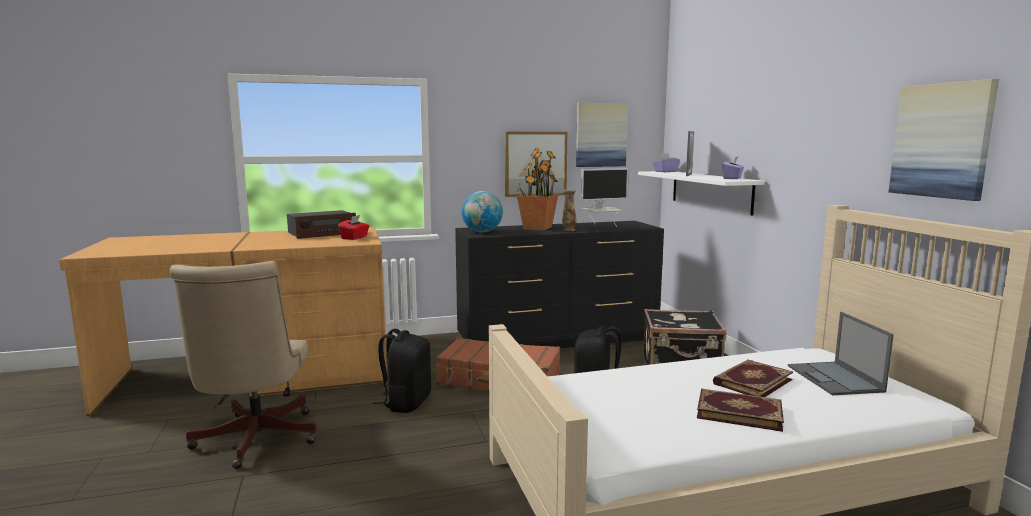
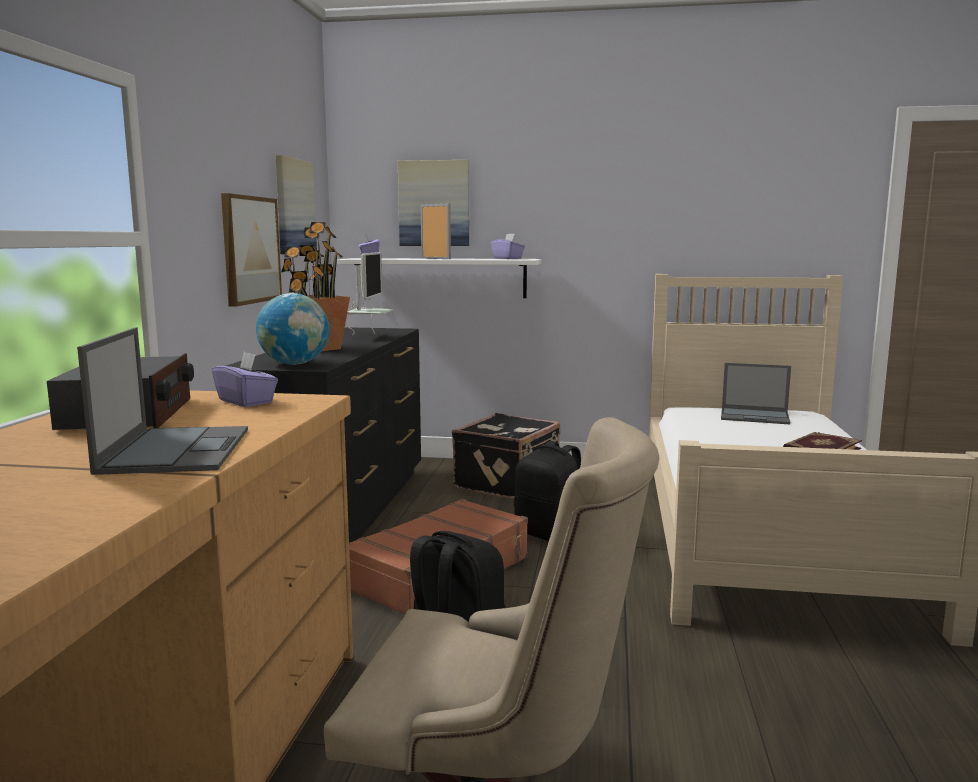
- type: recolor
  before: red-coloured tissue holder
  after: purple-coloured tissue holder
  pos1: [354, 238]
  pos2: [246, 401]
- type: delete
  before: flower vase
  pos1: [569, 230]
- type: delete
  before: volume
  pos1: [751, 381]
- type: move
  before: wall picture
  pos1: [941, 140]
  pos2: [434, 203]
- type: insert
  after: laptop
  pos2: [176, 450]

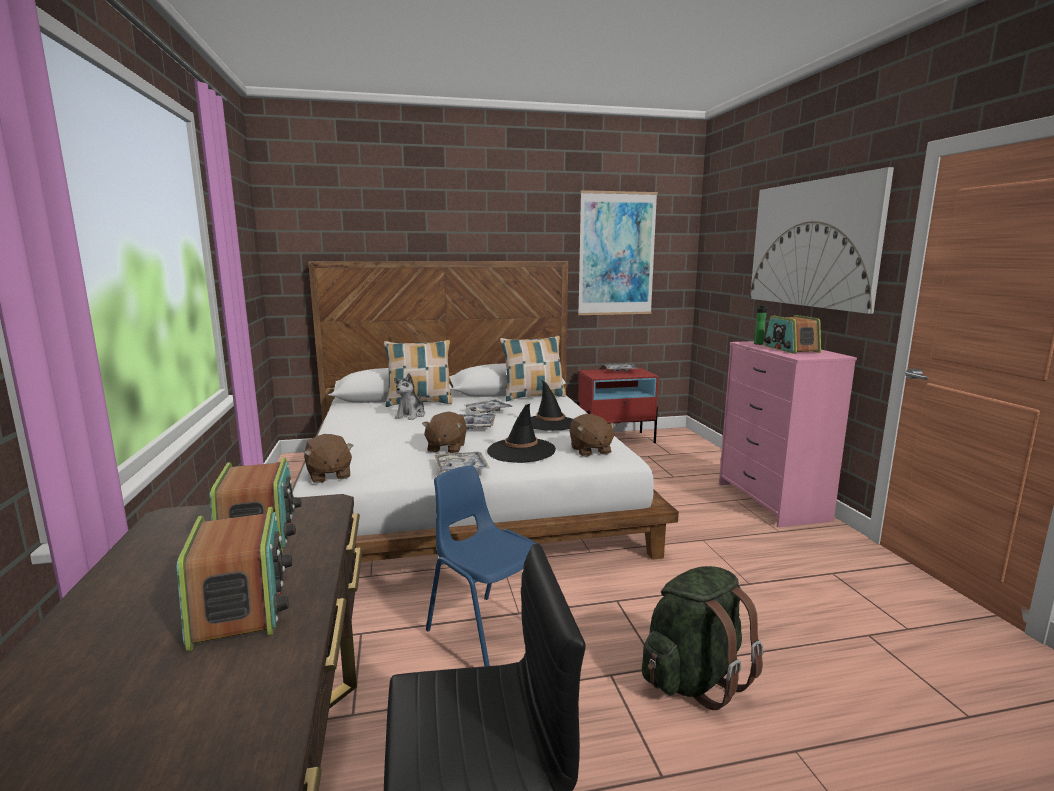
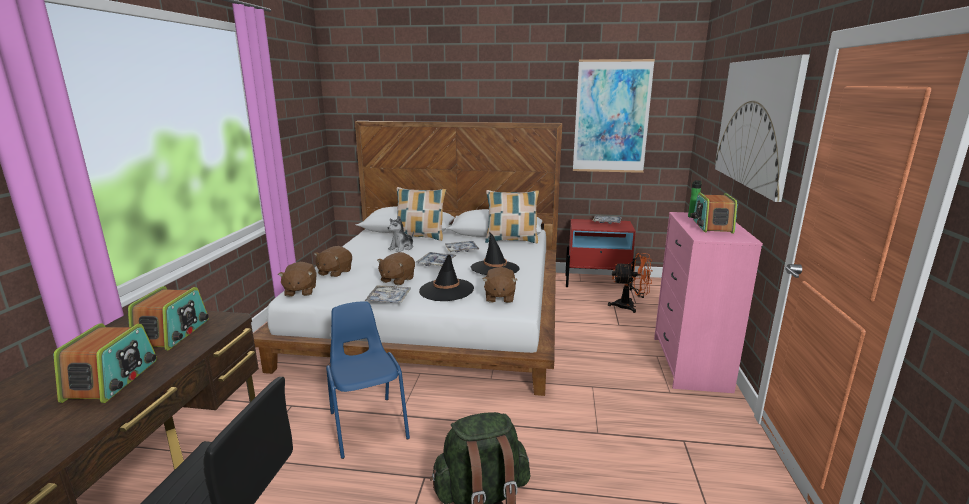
- type: insert
  after: brown cuddly toy
  pos2: [334, 273]
- type: insert
  after: orangey electric fan
  pos2: [630, 306]

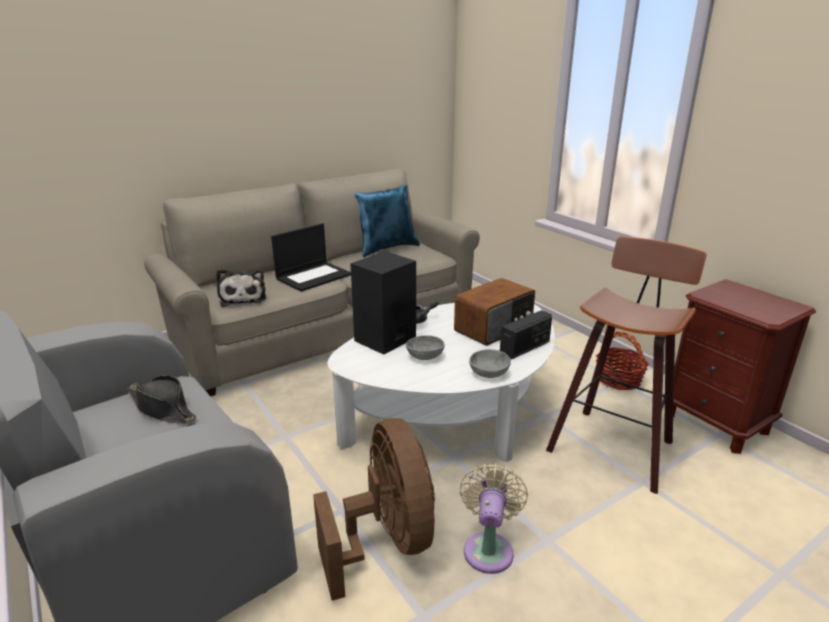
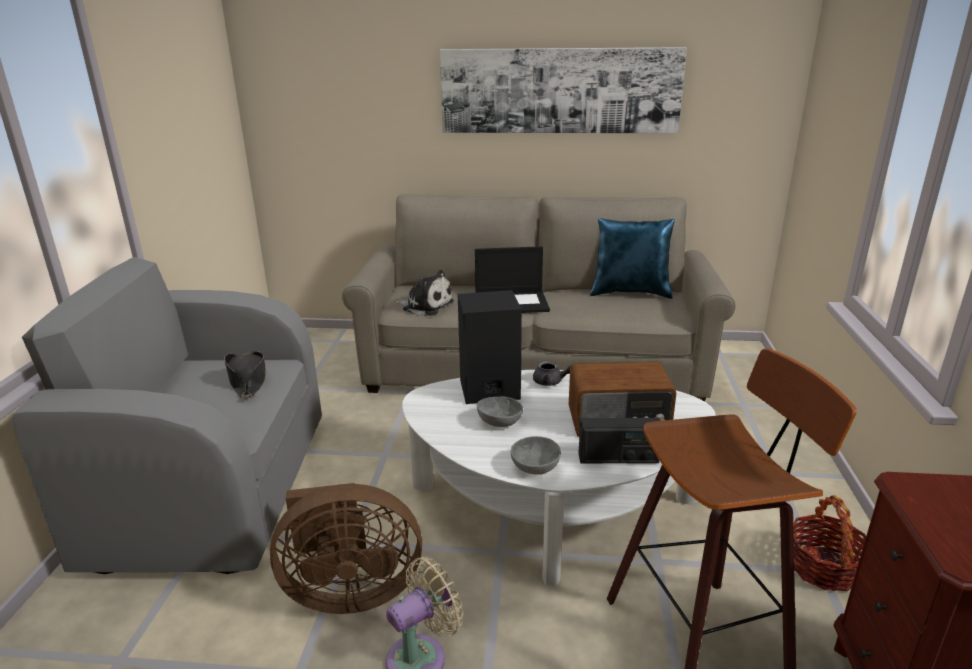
- type: rotate
  before: cuddly toy
  pos1: [243, 298]
  pos2: [425, 306]
  turn: -90
- type: rotate
  before: brown electric fan
  pos1: [386, 541]
  pos2: [349, 591]
  turn: 60
- type: insert
  after: wall picture
  pos2: [559, 91]

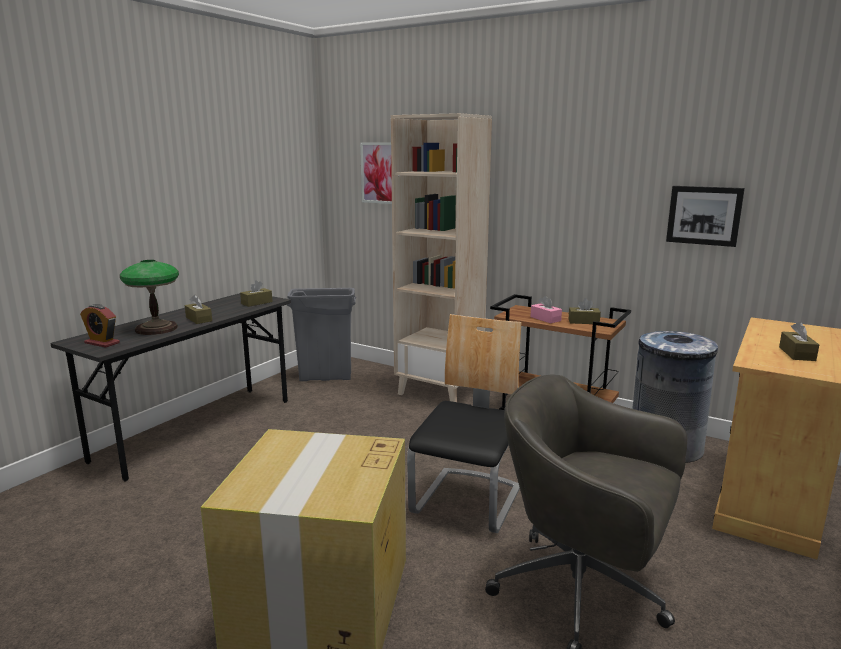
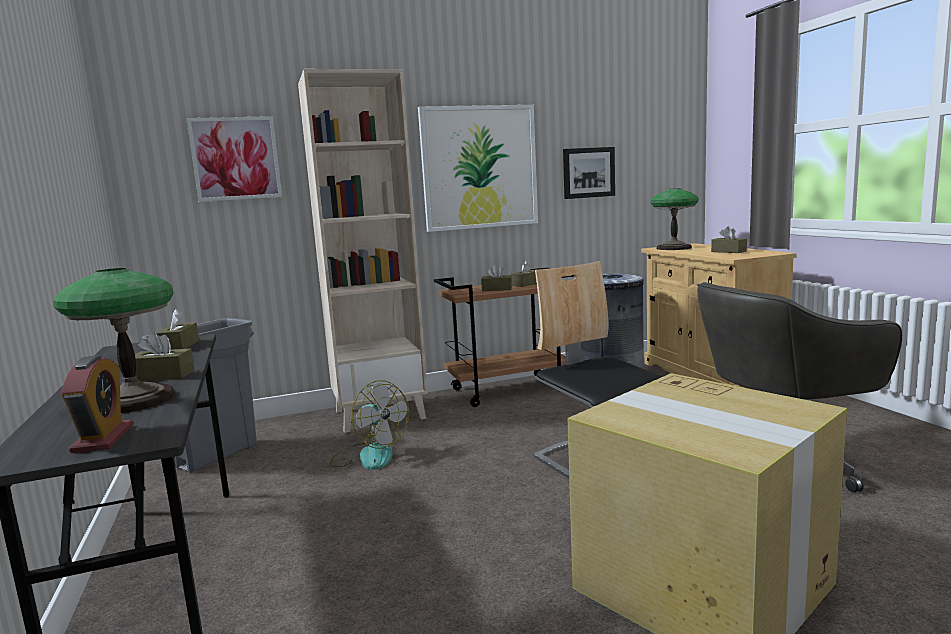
- type: rotate
  before: table clock
  pos1: [102, 343]
  pos2: [103, 438]
  turn: -75
- type: recolor
  before: pinkish tissue holder
  after: brown tissue holder
  pos1: [545, 319]
  pos2: [497, 289]
- type: insert
  after: electric fan
  pos2: [369, 455]
- type: insert
  after: wall picture
  pos2: [479, 167]
- type: insert
  after: table lamp
  pos2: [674, 248]

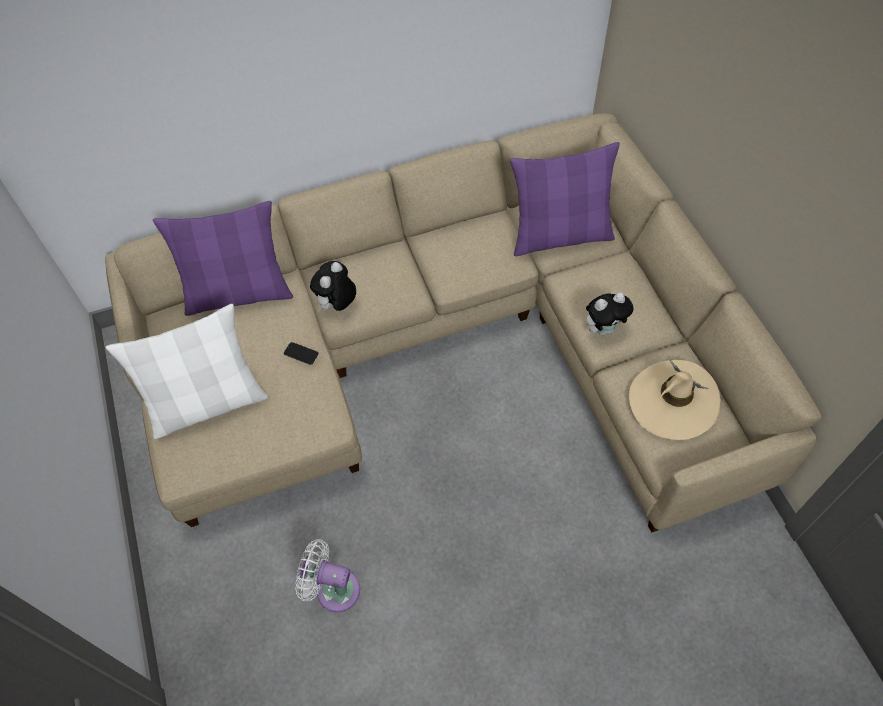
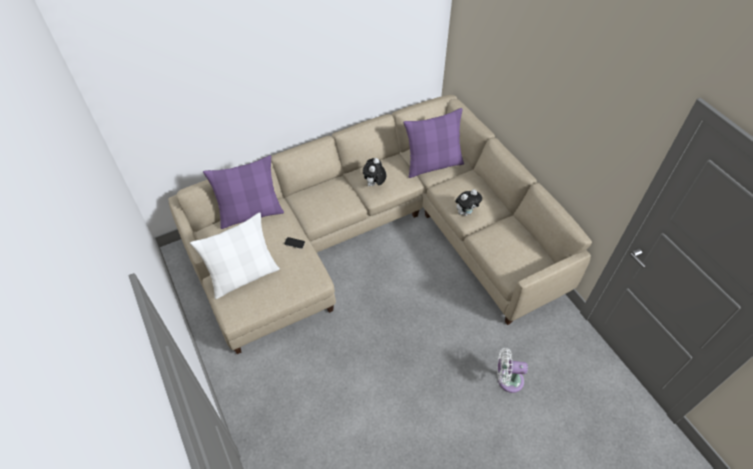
- type: move
  before: white electric fan
  pos1: [333, 589]
  pos2: [507, 380]
- type: move
  before: cuddly toy
  pos1: [337, 305]
  pos2: [374, 184]
- type: delete
  before: beige-coloured wearable hat
  pos1: [672, 401]

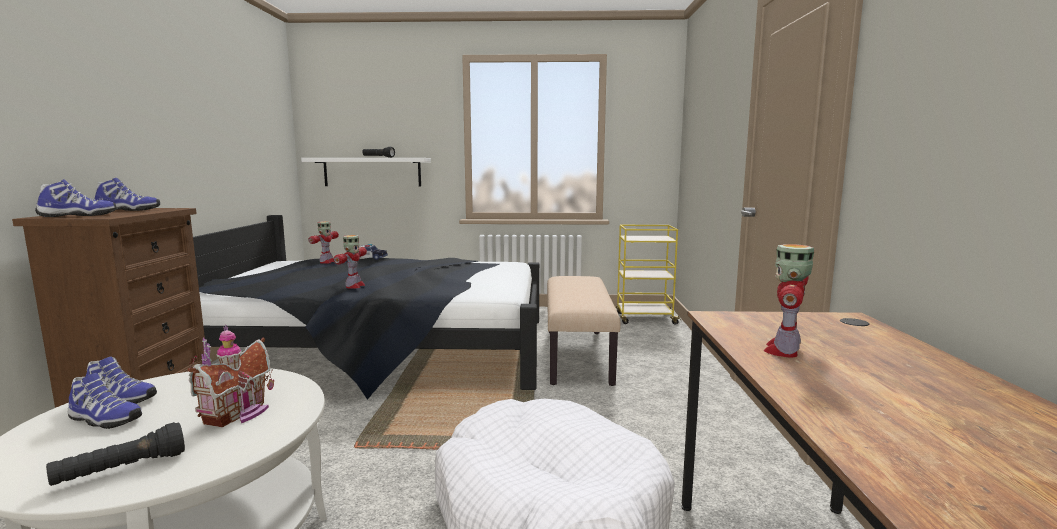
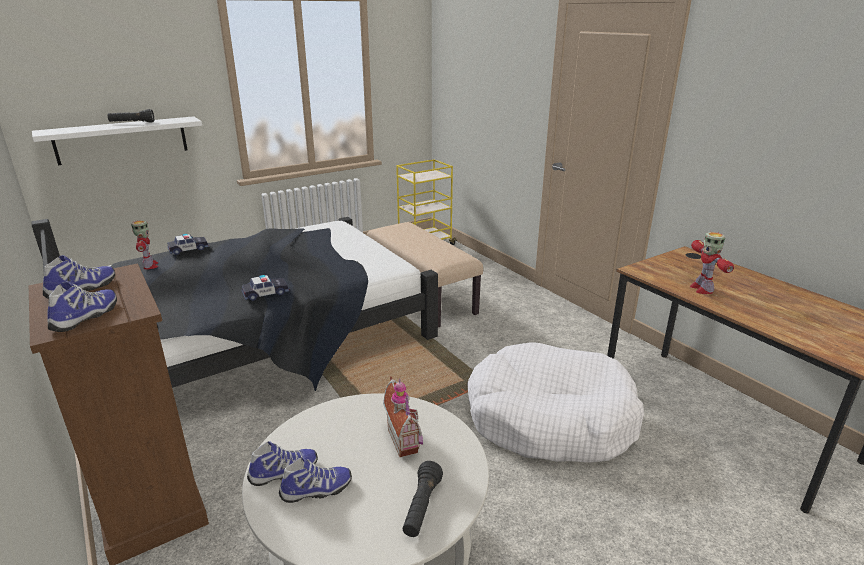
- type: replace
  before: robot figure
  after: miniature car
  pos1: [354, 286]
  pos2: [265, 293]

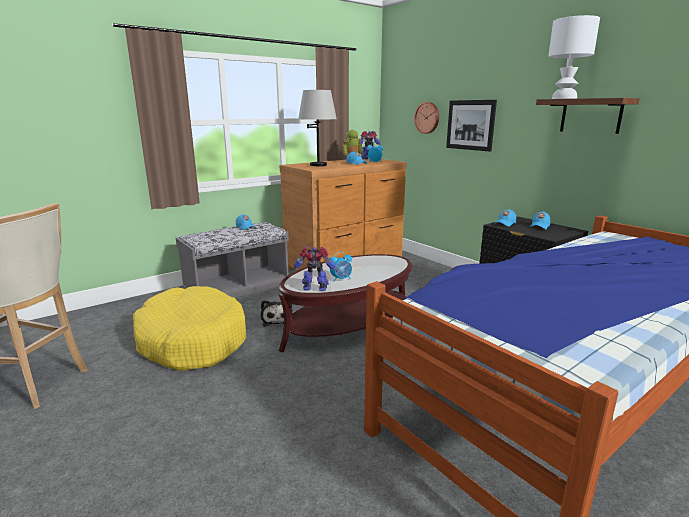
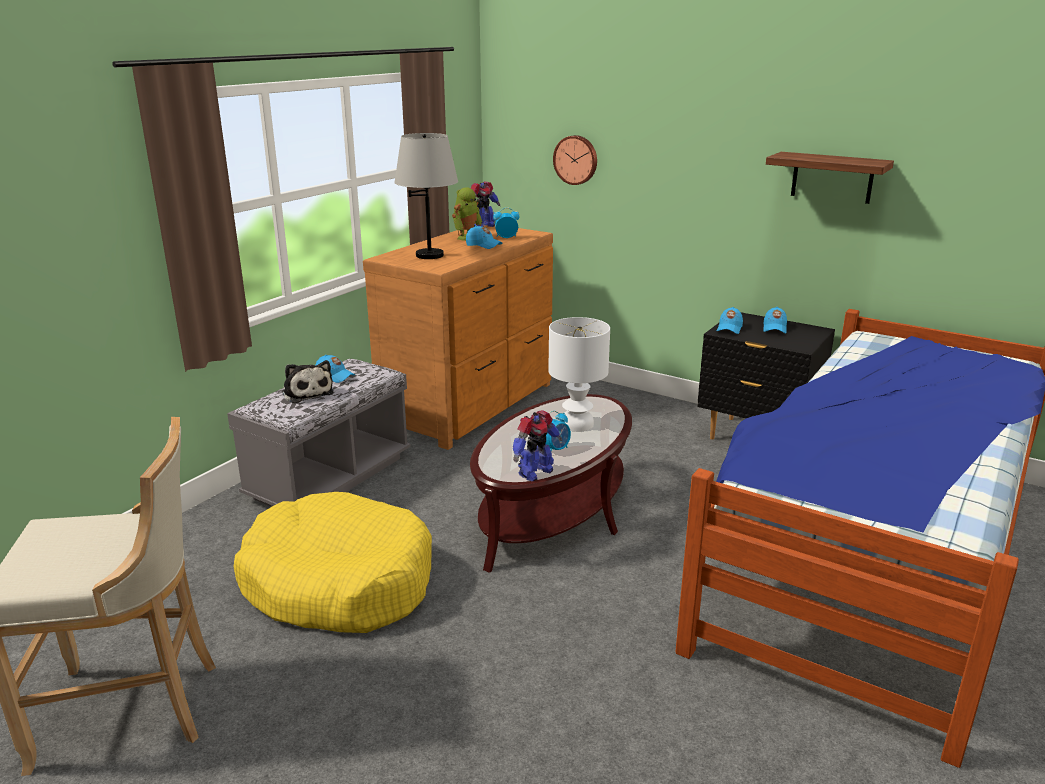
- type: move
  before: cuddly toy
  pos1: [276, 319]
  pos2: [307, 392]
- type: rotate
  before: robot figure
  pos1: [315, 288]
  pos2: [535, 472]
  turn: 150
- type: delete
  before: wall picture
  pos1: [470, 125]
- type: move
  before: white table lamp
  pos1: [564, 98]
  pos2: [576, 424]

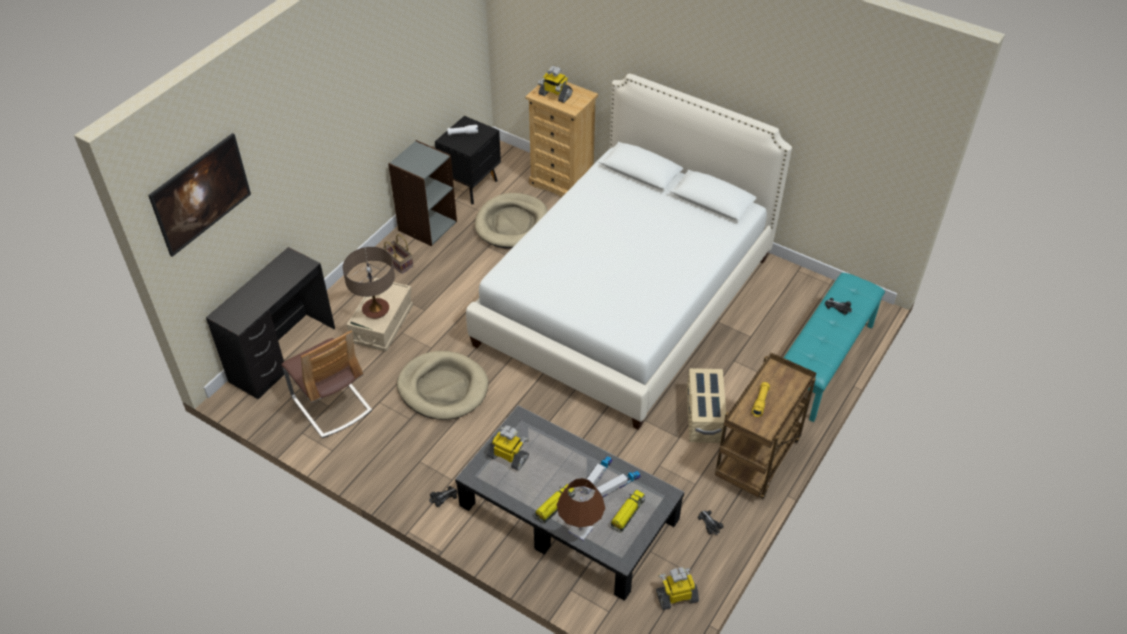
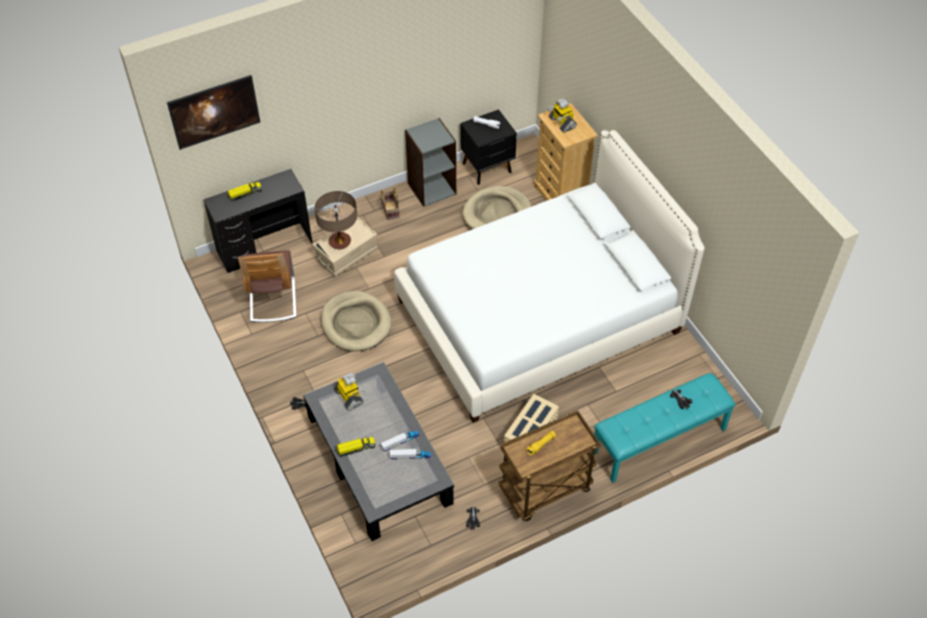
- type: delete
  before: brown table lamp
  pos1: [580, 530]
- type: move
  before: toy lorry
  pos1: [627, 514]
  pos2: [244, 194]
- type: delete
  before: robot figure
  pos1: [677, 596]

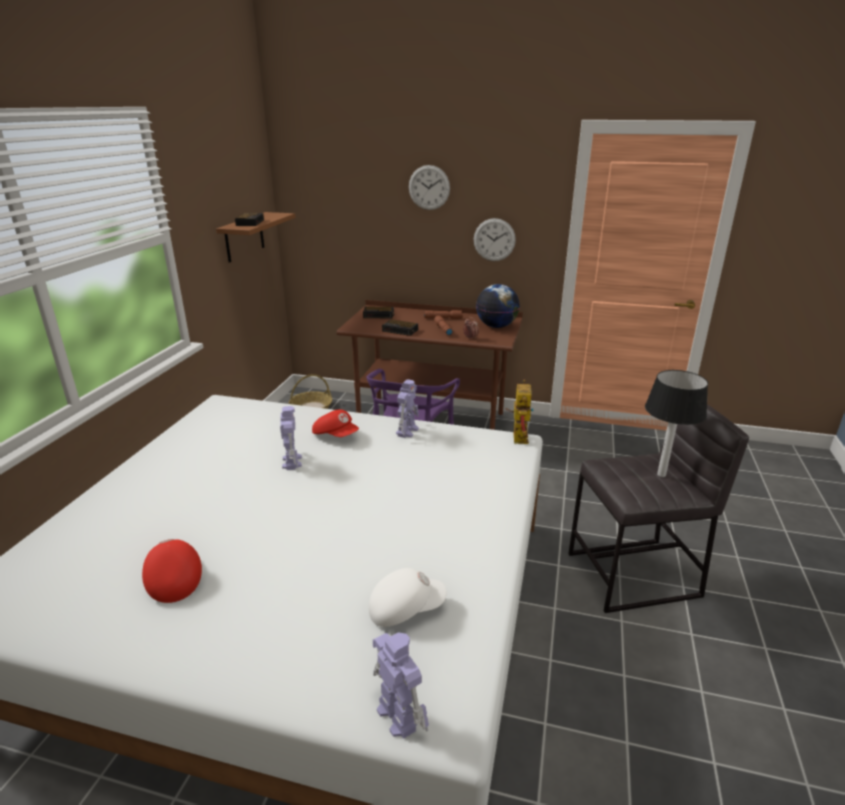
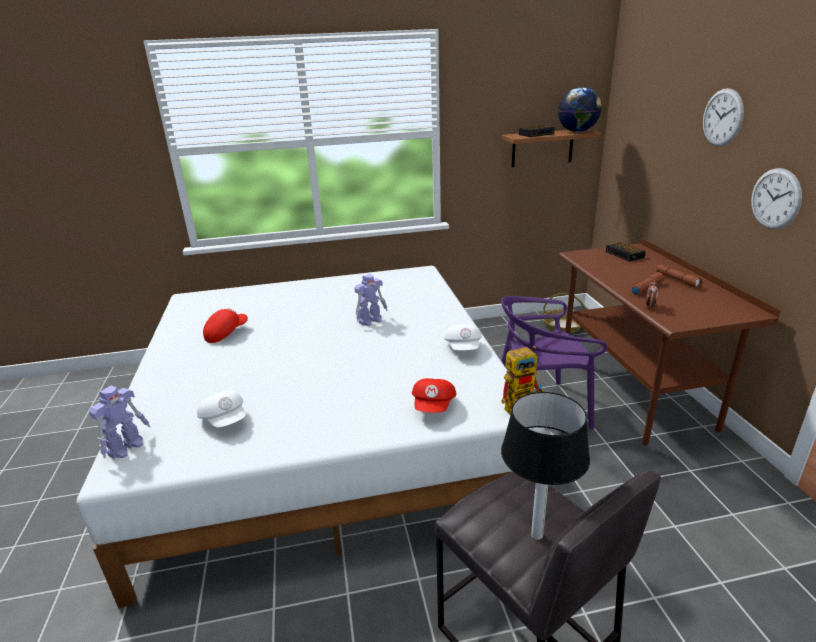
- type: move
  before: red-coloured cap
  pos1: [336, 435]
  pos2: [434, 406]
- type: delete
  before: table clock
  pos1: [401, 330]
- type: replace
  before: robot figure
  after: white cap
  pos1: [407, 431]
  pos2: [463, 348]
- type: move
  before: world globe
  pos1: [496, 326]
  pos2: [577, 131]

